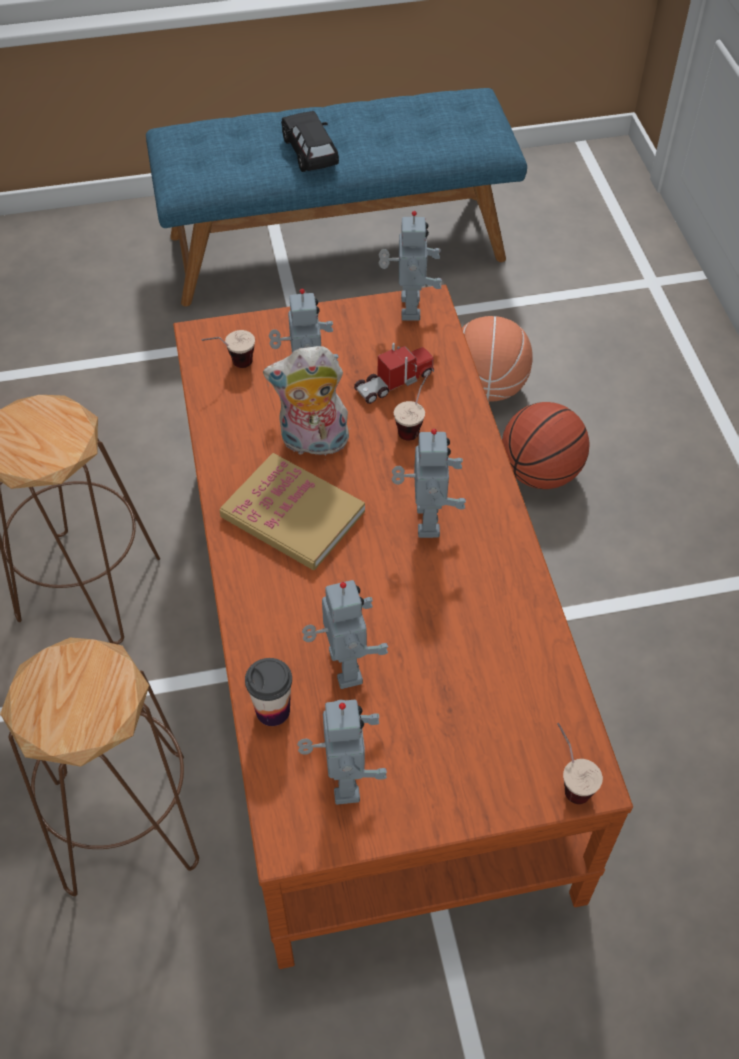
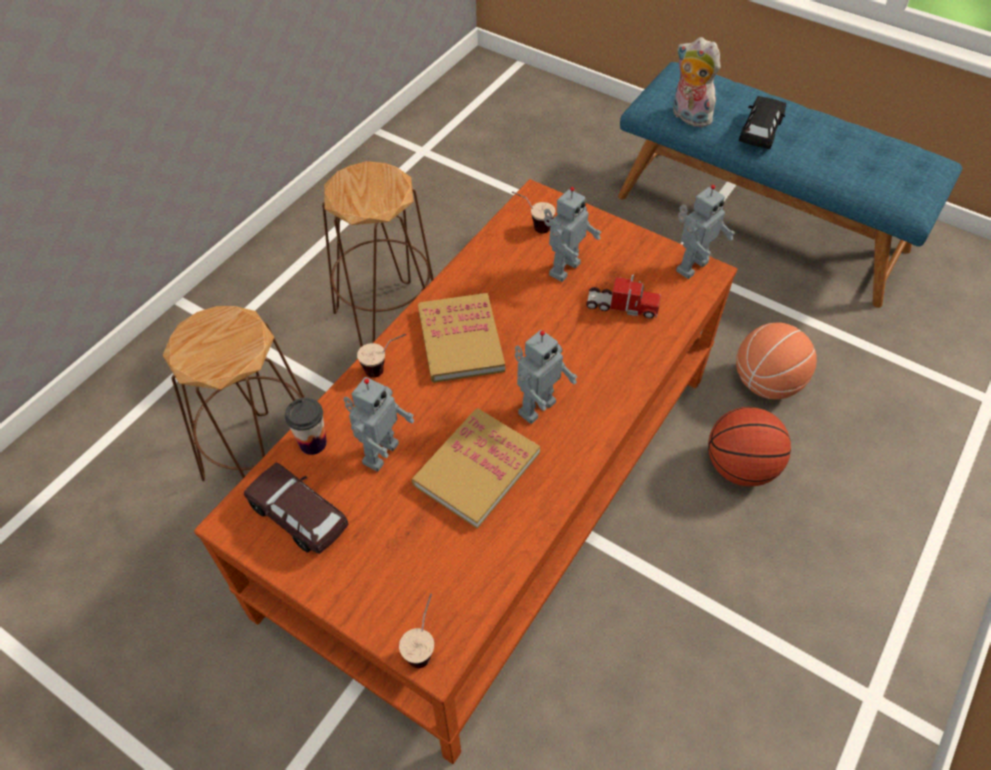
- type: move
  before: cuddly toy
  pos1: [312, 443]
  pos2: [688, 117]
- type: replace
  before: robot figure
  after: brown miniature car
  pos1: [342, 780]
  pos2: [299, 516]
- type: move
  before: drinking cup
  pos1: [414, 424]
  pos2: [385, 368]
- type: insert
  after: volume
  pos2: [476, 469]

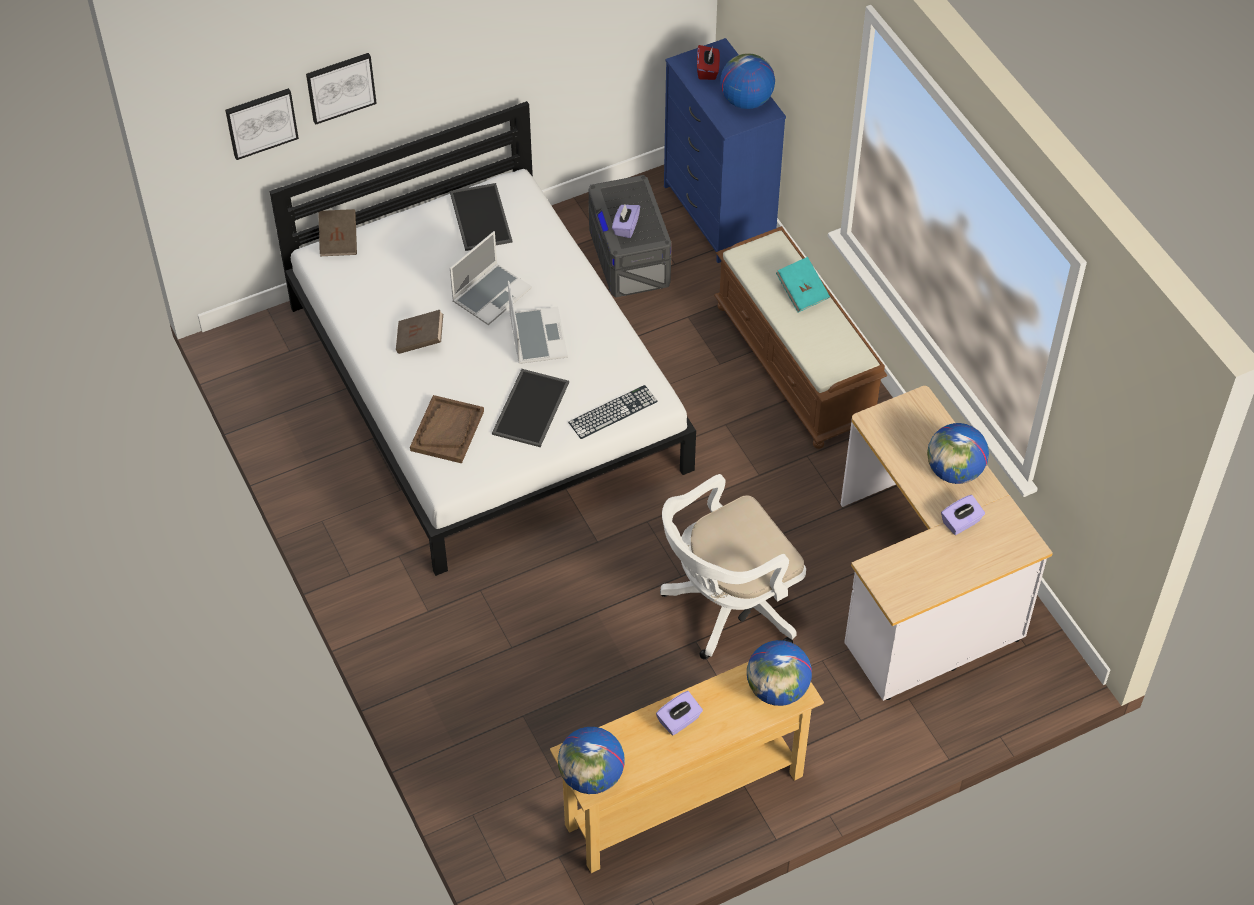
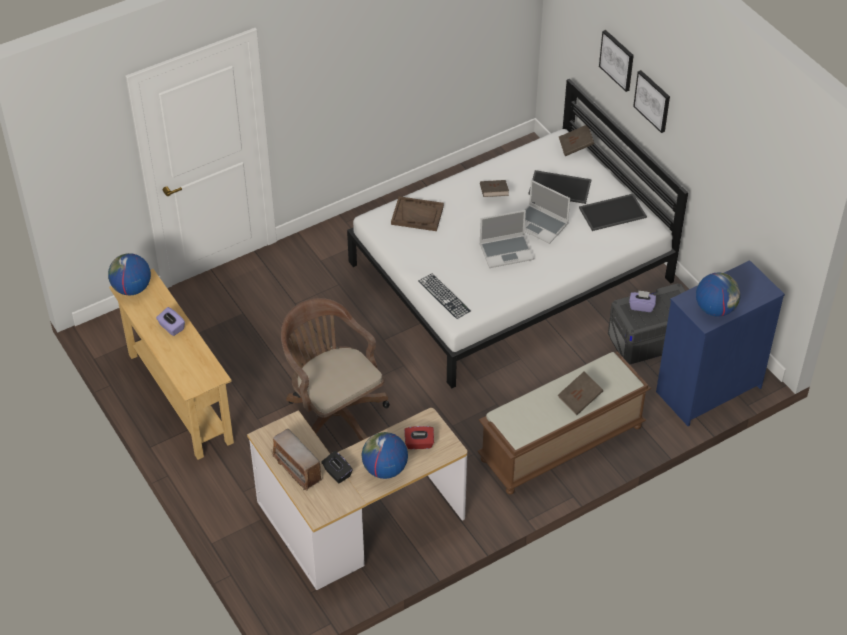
- type: move
  before: wall picture
  pos1: [261, 122]
  pos2: [653, 100]
- type: move
  before: serving tray
  pos1: [529, 407]
  pos2: [560, 187]
- type: recolor
  before: white computer chair
  after: brown computer chair
  pos1: [727, 607]
  pos2: [333, 413]
- type: move
  before: red-coloured tissue holder
  pos1: [707, 70]
  pos2: [419, 444]
- type: delete
  before: world globe
  pos1: [777, 689]
- type: recolor
  before: turquoise volume
  after: brown volume
  pos1: [802, 292]
  pos2: [580, 399]
- type: recolor
  before: purple-coloured tissue holder
  after: blackish tissue holder
  pos1: [961, 523]
  pos2: [337, 473]
- type: insert
  after: radio set
  pos2: [298, 468]

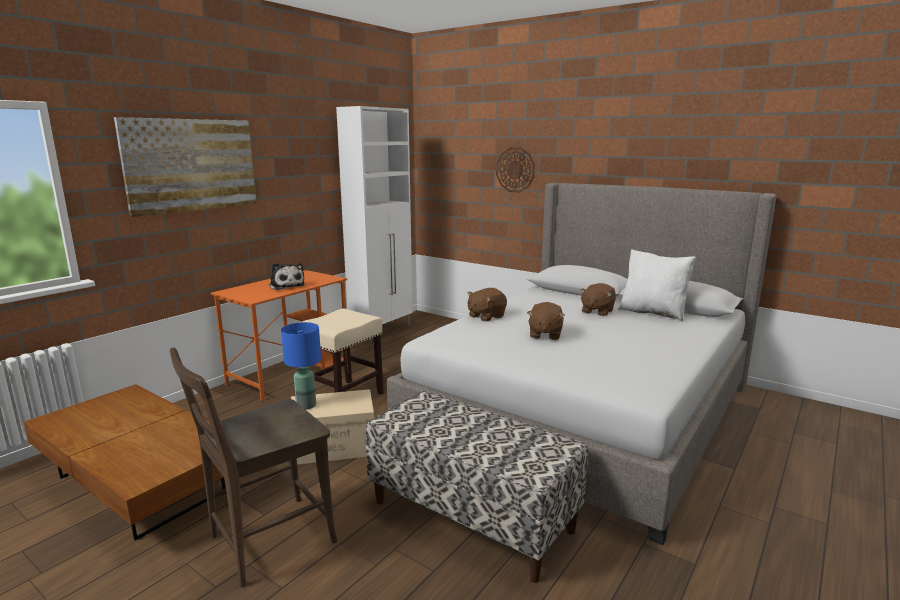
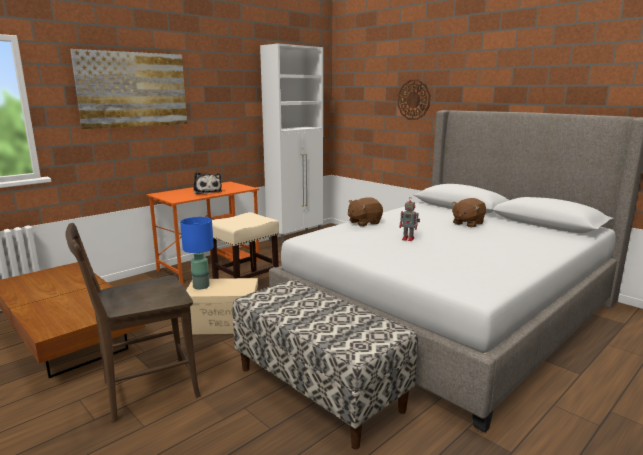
- type: replace
  before: brown cuddly toy
  after: robot figure
  pos1: [545, 334]
  pos2: [409, 239]
- type: delete
  before: white pillow
  pos1: [653, 312]

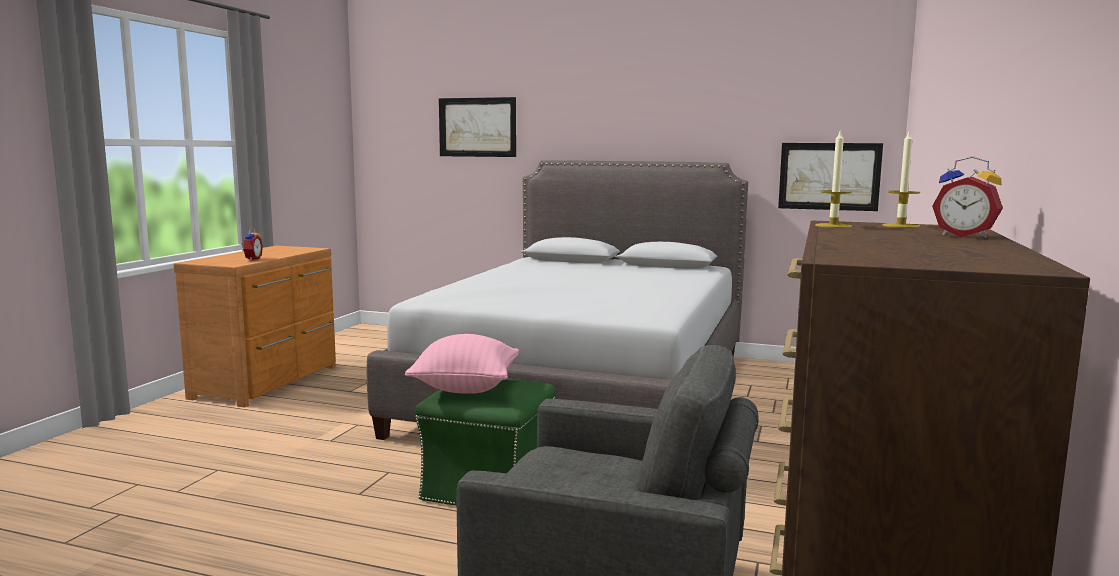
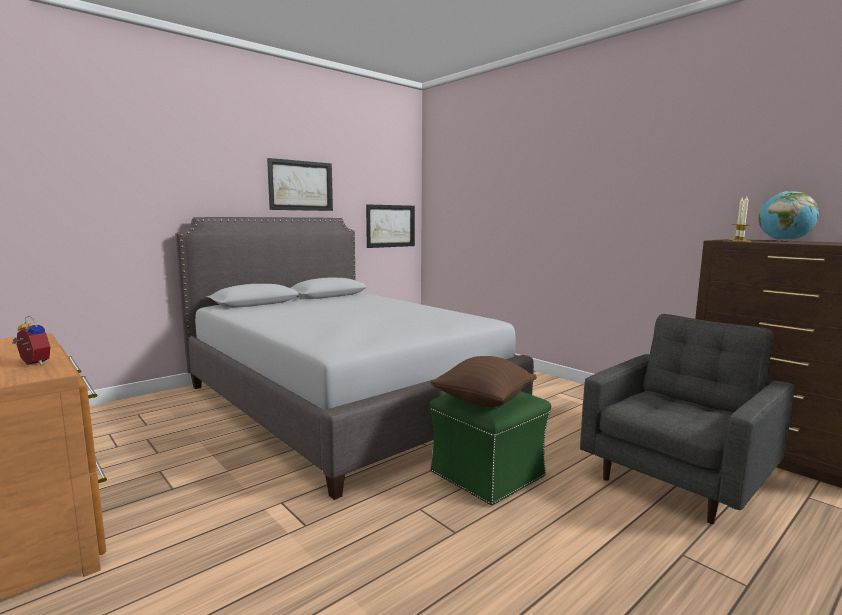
- type: recolor
  before: pinkish pillow
  after: brown pillow
  pos1: [465, 388]
  pos2: [484, 401]
- type: move
  before: wall picture
  pos1: [477, 127]
  pos2: [301, 185]
- type: replace
  before: table clock
  after: world globe
  pos1: [965, 236]
  pos2: [784, 240]

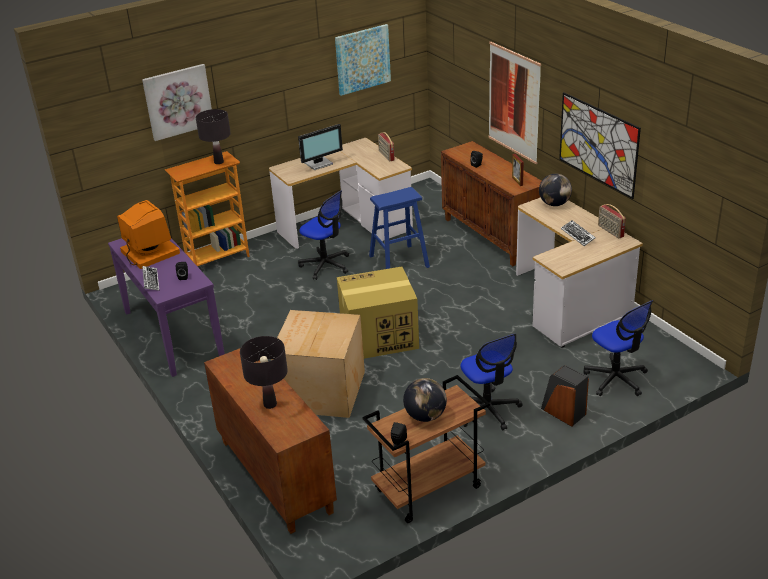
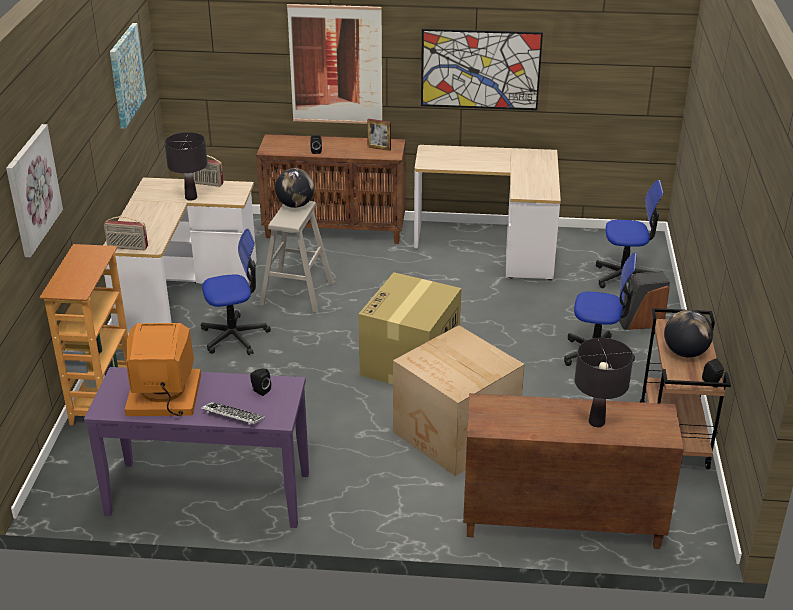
- type: move
  before: blackish table lamp
  pos1: [219, 162]
  pos2: [191, 198]
- type: delete
  before: monitor
  pos1: [319, 163]
- type: recolor
  before: blue stool
  after: beige-coloured stool
  pos1: [398, 261]
  pos2: [297, 294]
- type: move
  before: world globe
  pos1: [554, 204]
  pos2: [295, 205]
- type: delete
  before: computer keyboard
  pos1: [578, 235]
- type: move
  before: radio set
  pos1: [610, 231]
  pos2: [127, 247]

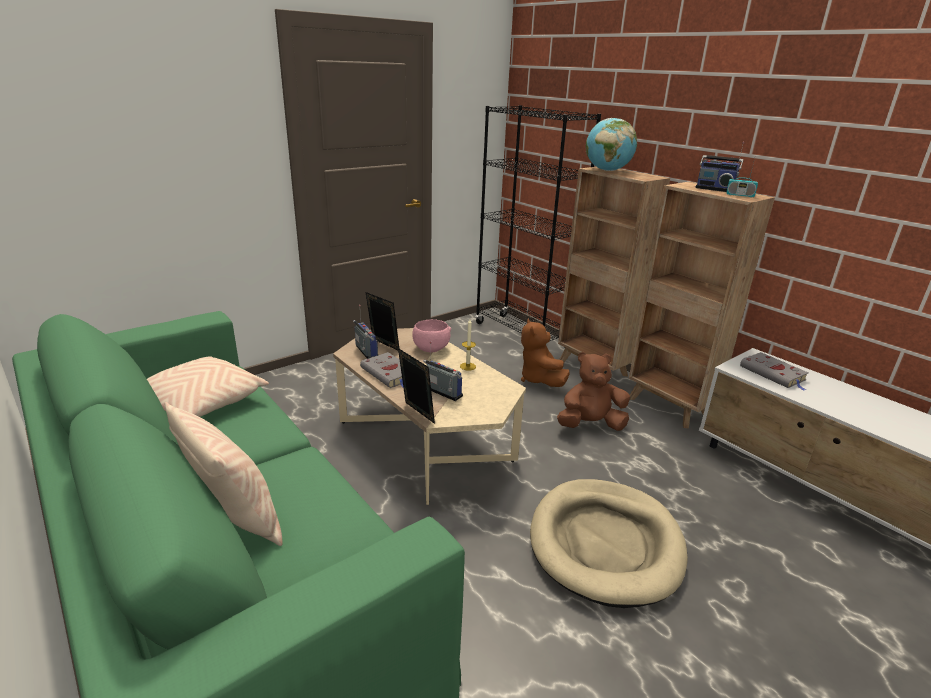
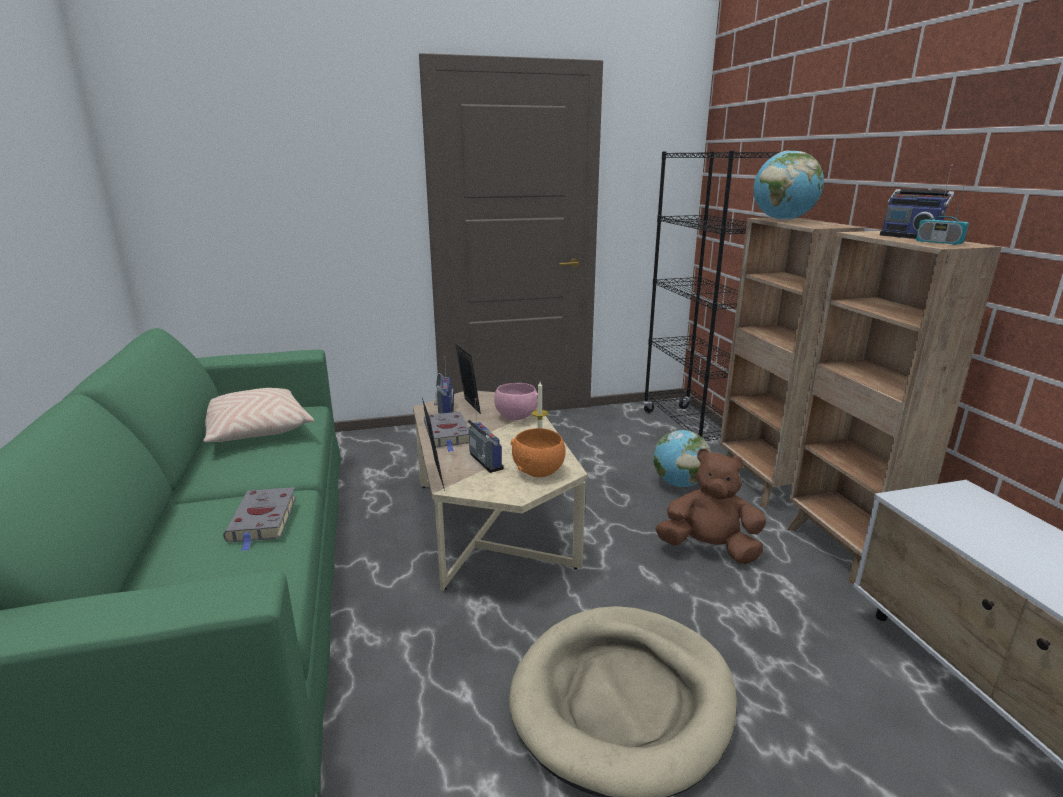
- type: delete
  before: beige-coloured pillow
  pos1: [236, 519]
- type: replace
  before: brown cuddly toy
  after: world globe
  pos1: [539, 379]
  pos2: [679, 483]
- type: move
  before: greyish volume
  pos1: [774, 374]
  pos2: [263, 520]
- type: insert
  after: orangey serving bowl
  pos2: [539, 471]

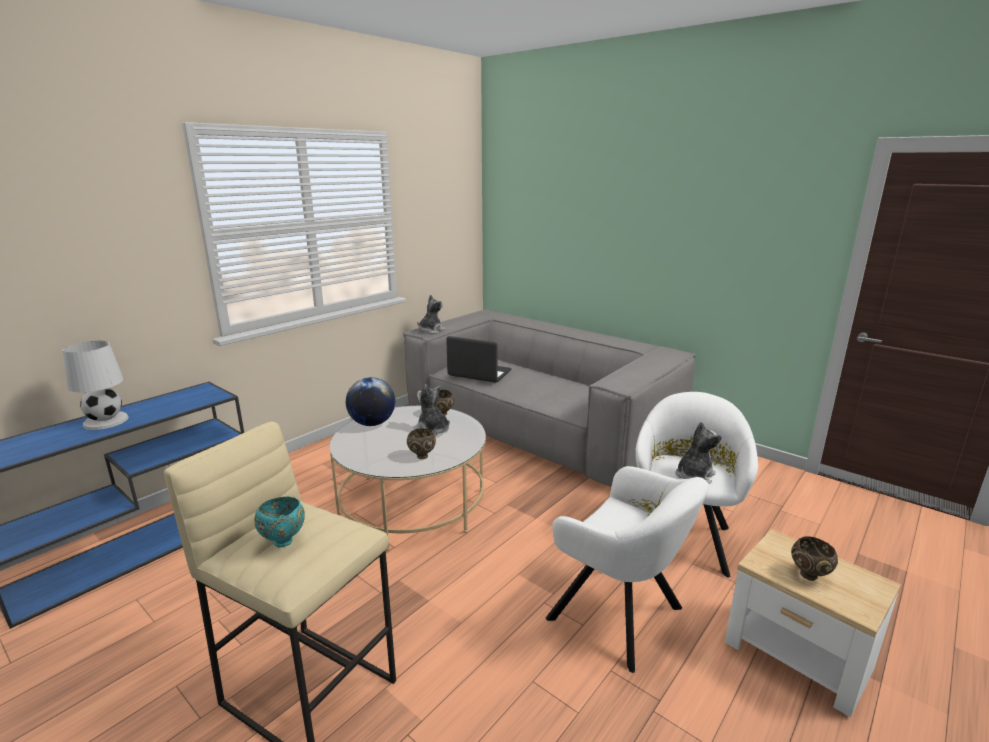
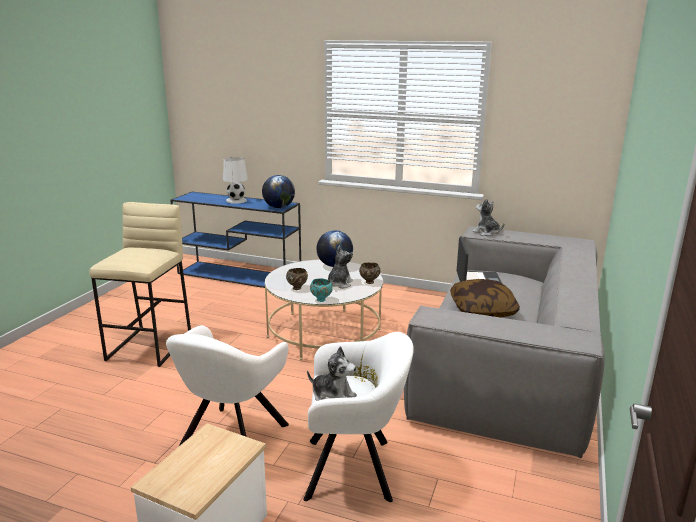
- type: move
  before: turquoise serving bowl
  pos1: [284, 541]
  pos2: [321, 300]
- type: rotate
  before: cuddly toy
  pos1: [430, 331]
  pos2: [486, 233]
  turn: -150
- type: delete
  before: brown serving bowl
  pos1: [810, 576]
- type: insert
  after: world globe
  pos2: [279, 207]
- type: insert
  after: pillow
  pos2: [482, 310]

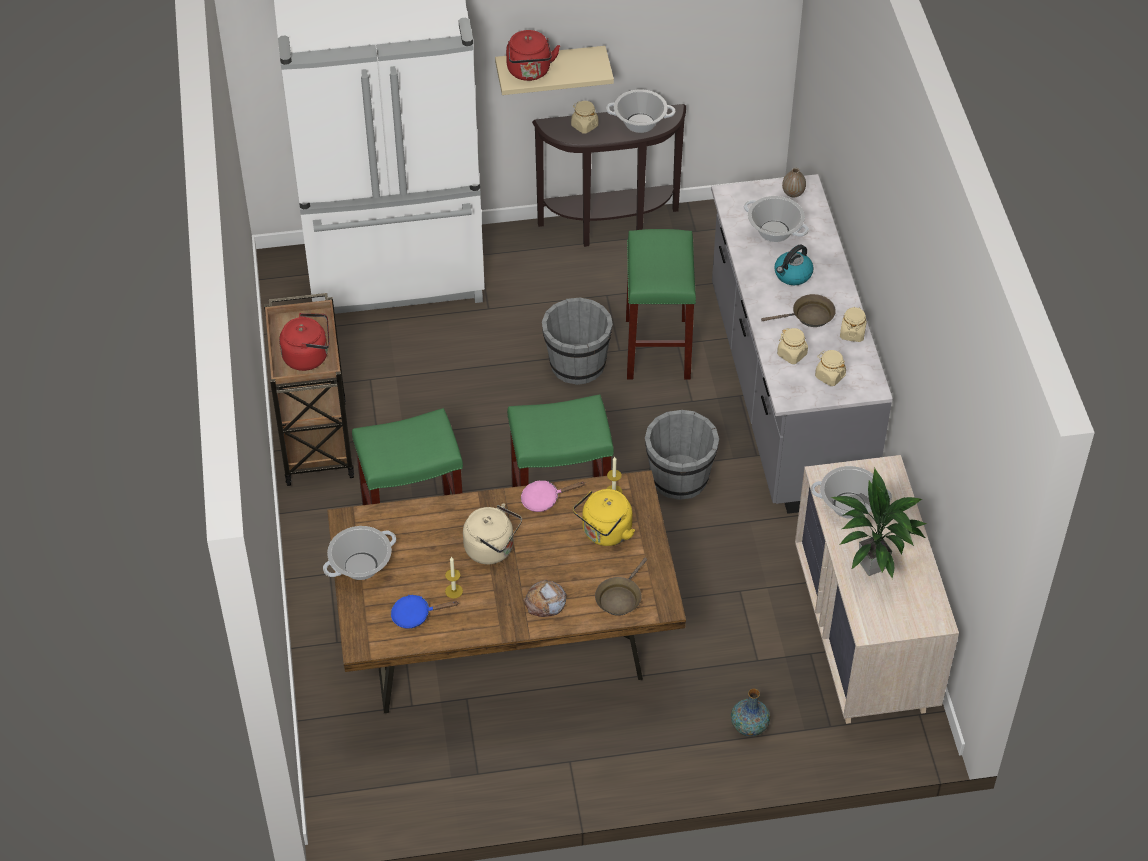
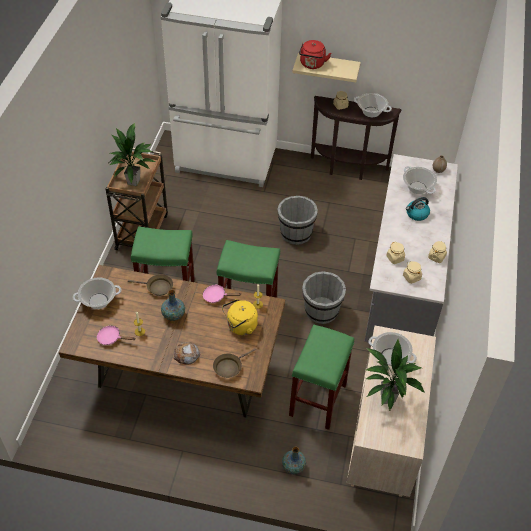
- type: replace
  before: red-coloured kettle
  after: houseplant
  pos1: [309, 356]
  pos2: [134, 181]
- type: recolor
  before: blue pan
  after: pinkish pan
  pos1: [415, 615]
  pos2: [111, 338]
- type: replace
  before: beige-coloured kettle
  after: flower vase
  pos1: [492, 549]
  pos2: [173, 315]
- type: move
  before: greenish stool
  pos1: [658, 349]
  pos2: [318, 401]
- type: move
  before: brown pan
  pos1: [809, 316]
  pos2: [157, 287]

